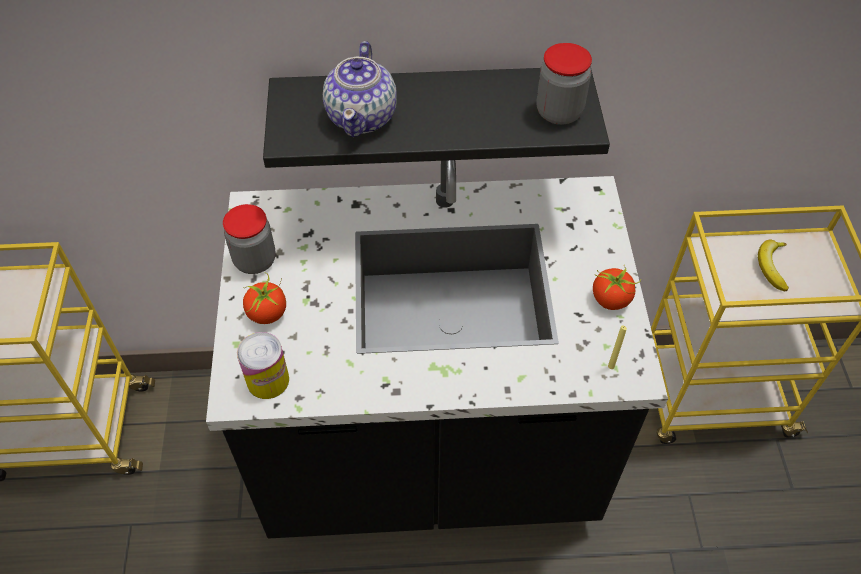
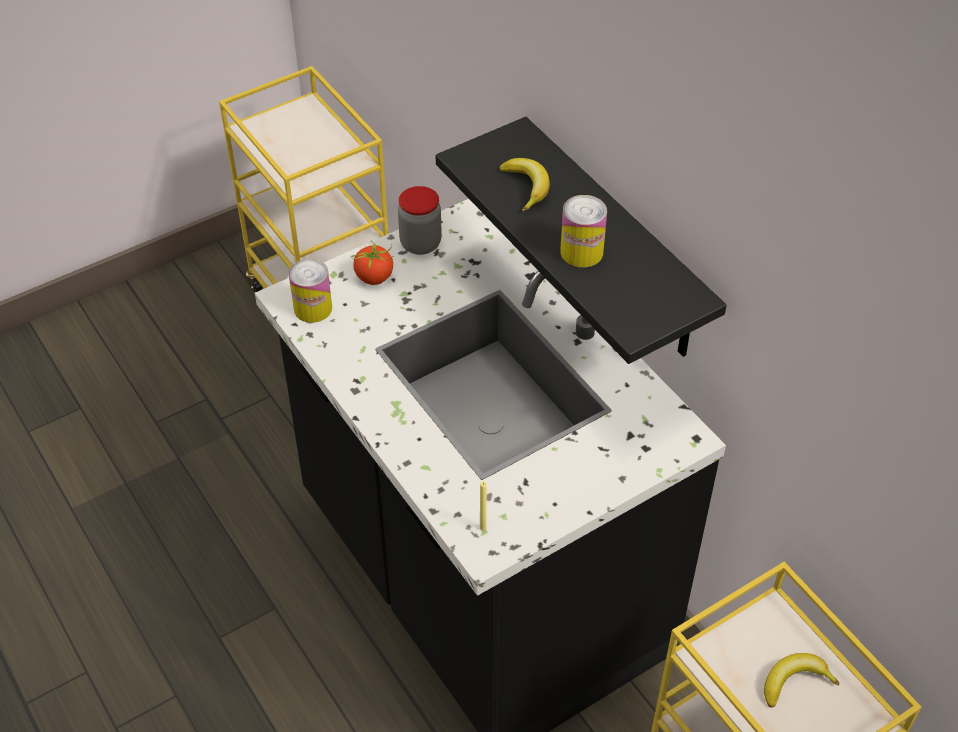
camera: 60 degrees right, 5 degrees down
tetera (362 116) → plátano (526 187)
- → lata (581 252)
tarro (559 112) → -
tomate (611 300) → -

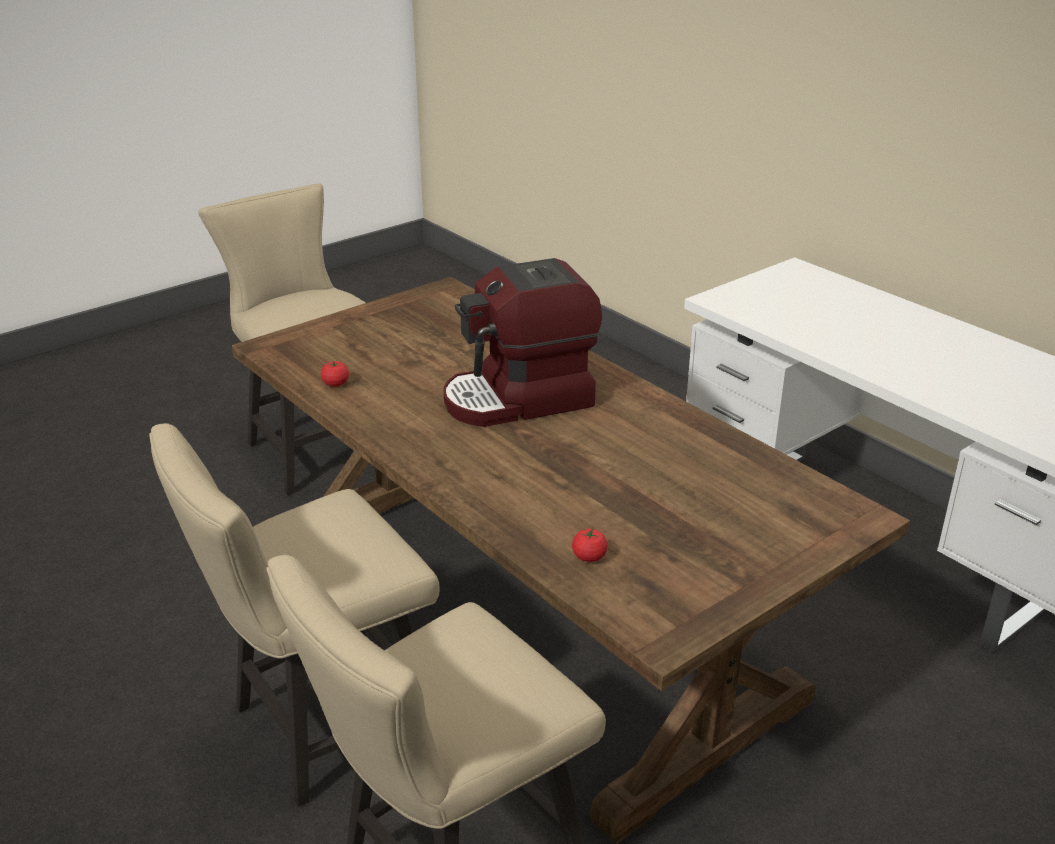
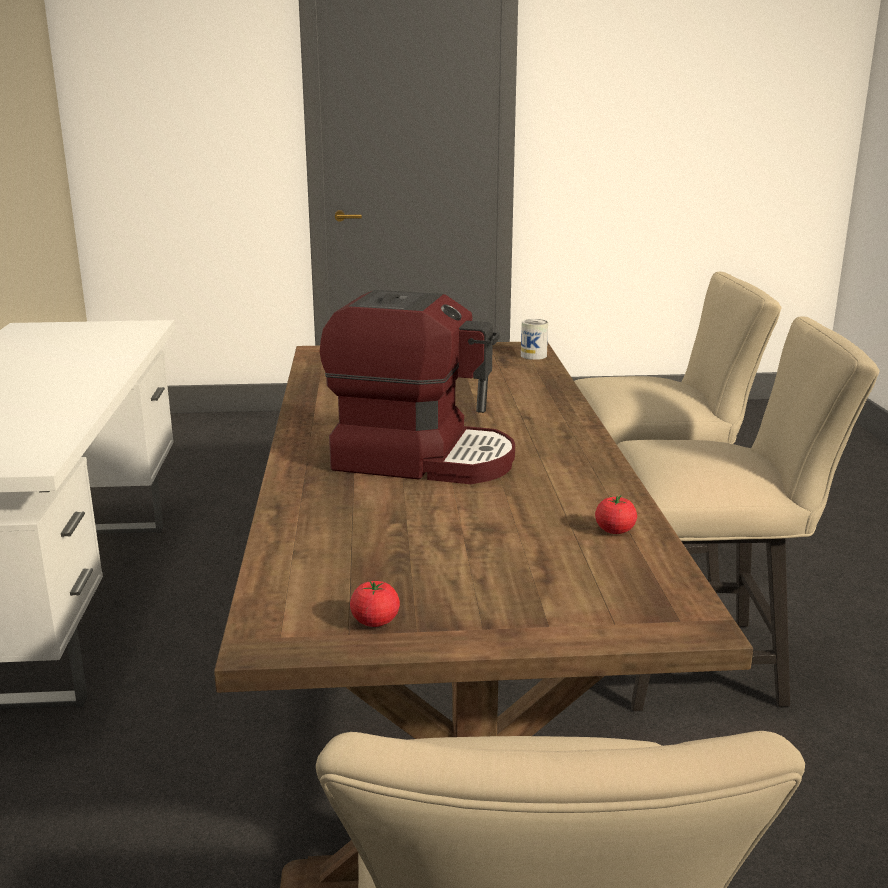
camera: 145 degrees left, 10 degrees down
tomate (589 557) → tomate (375 621), relocated
- → lata (533 356)

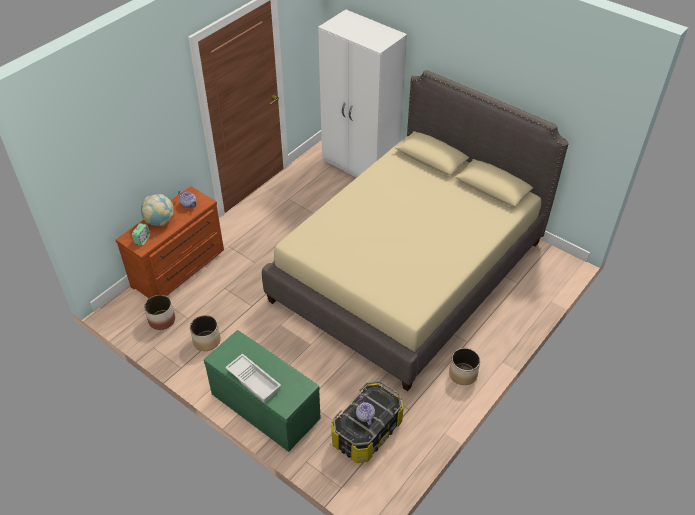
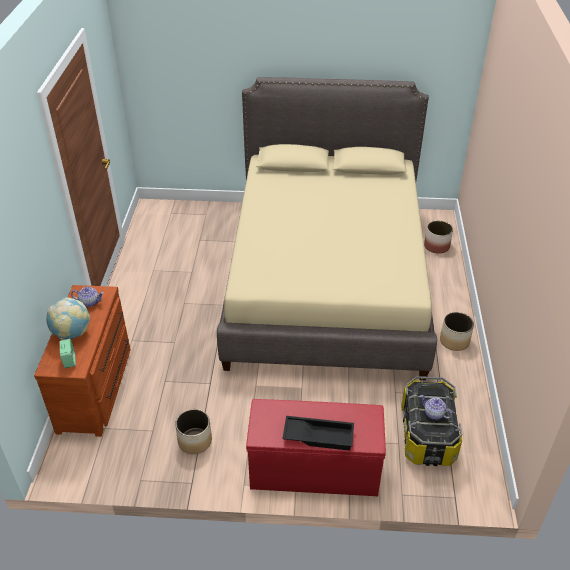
camera: 35 degrees left, 5 degrees down
banco/verde (264 406) → banco/rojo (313 469)
bandeja/blanco (254 380) → bandeja/negro (319 435)
maceta (161 320) → maceta (436 246), relocated
armario ropero/blanco (360 166) → -

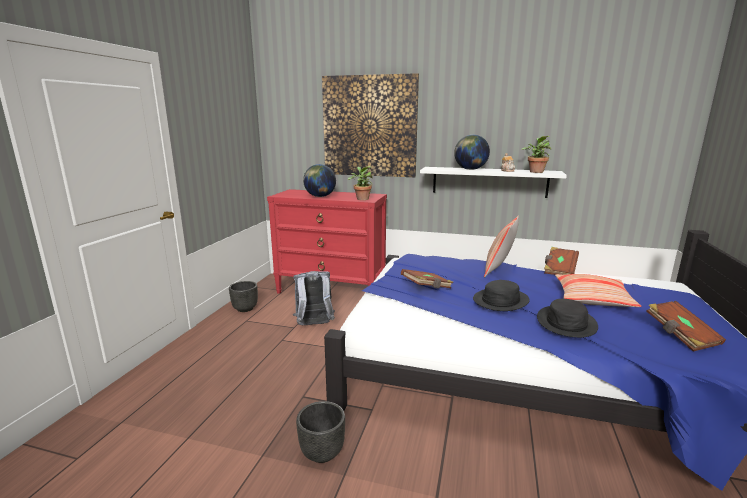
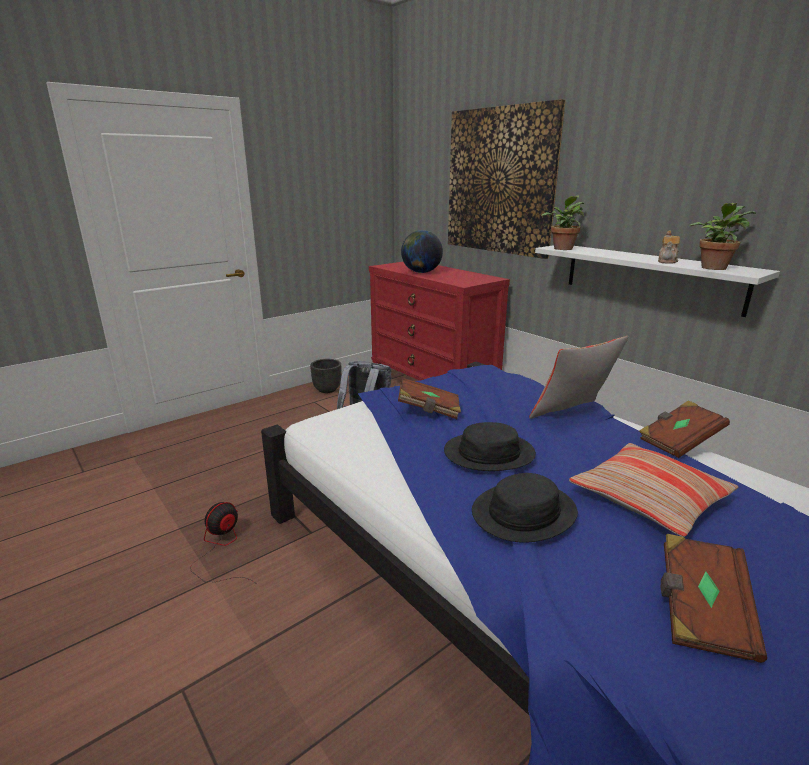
camera: 35 degrees right, 5 degrees up
maceta/negro (322 452) → ventilador (221 549)
planta en maceta (361 198) → planta en maceta (562 248), relocated
globo terráqueo (470 169) → -

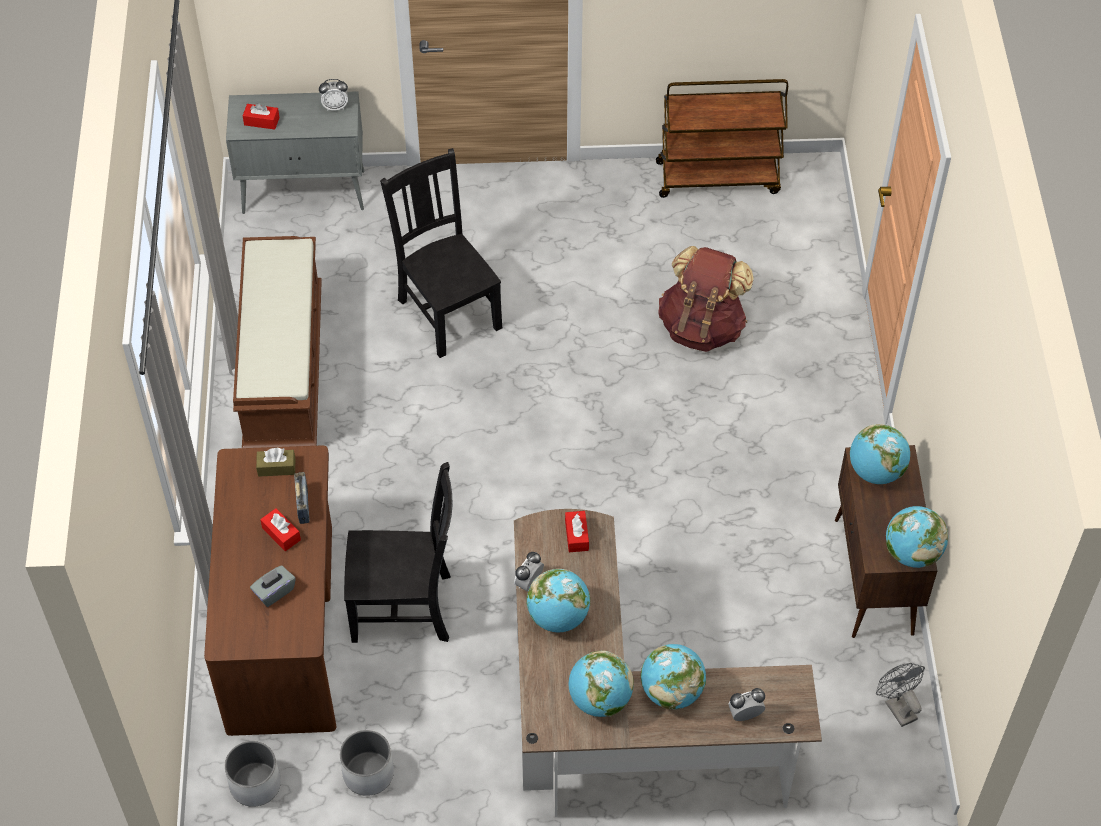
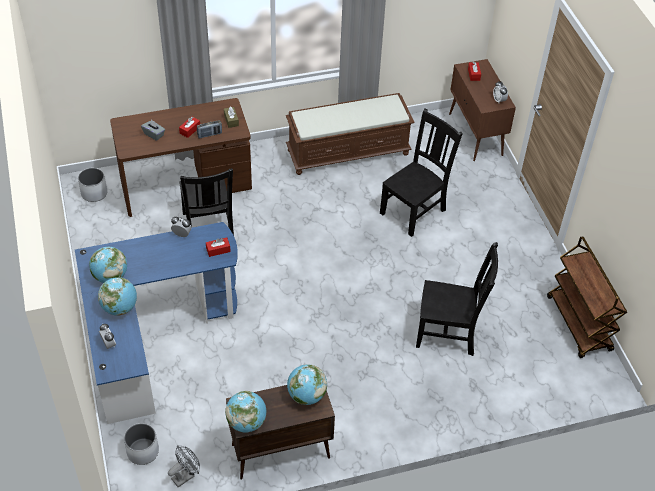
camera: 75 degrees right, 5 degrees down
escritorio/marrón (617 724) → escritorio/azul (151 334)
maceta/blanco (368 773) → maceta/blanco (143 451), relocated
mochila/marrón (702 327) → silla/negro (449 333)
armario/gris (305 192) → armario/marrón (475 135)
globo terráqueo (558 617) → -

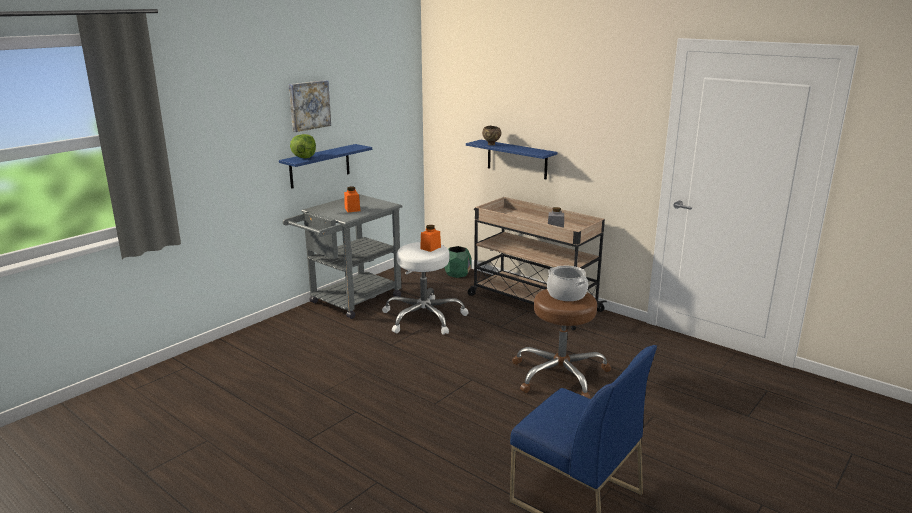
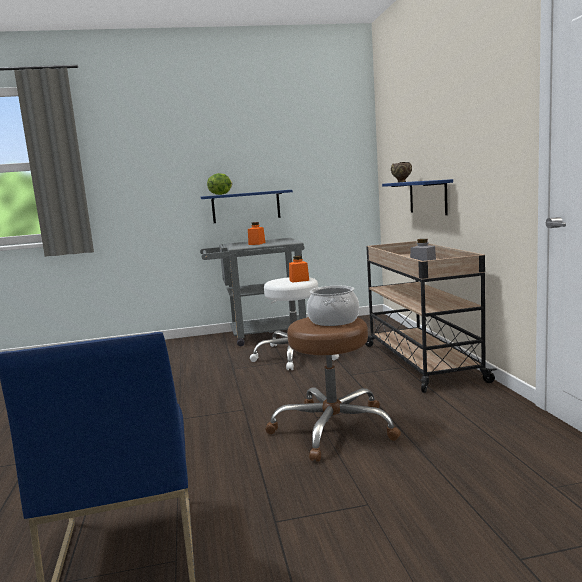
camera: 40 degrees right, 10 degrees down
cuadro (308 105) → -
maceta/verde (457 274) → -

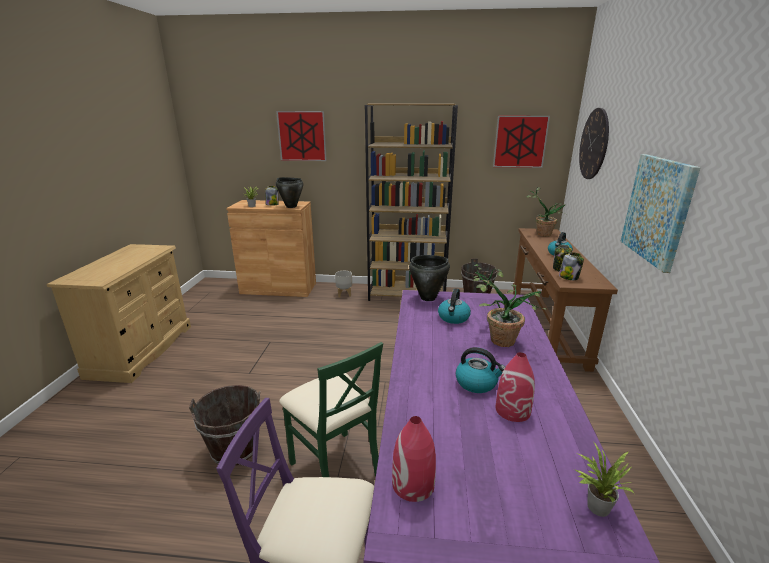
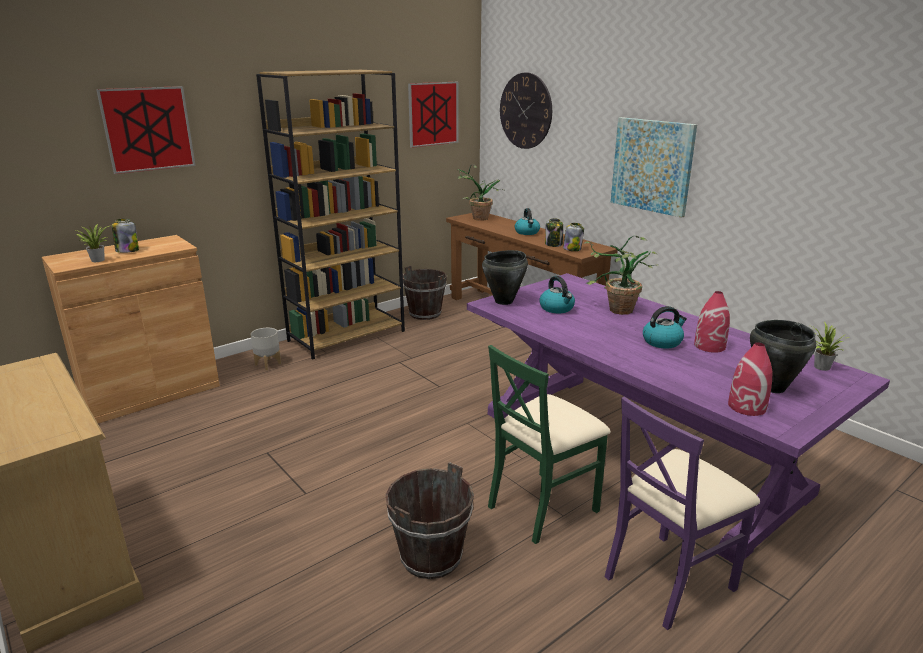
camera: 45 degrees left, 0 degrees up
silla/verde (335 467) → silla/verde (542 506), 135 degrees clockwise
olla/negro (291 206) → olla/negro (771 387), relocated

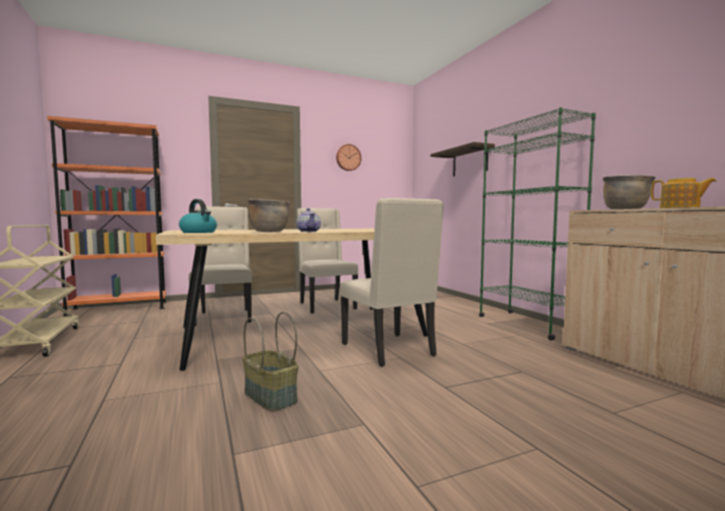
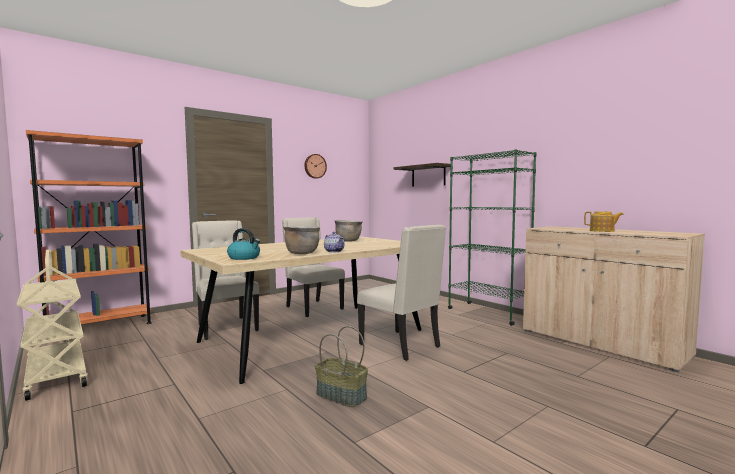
camera: 15 degrees left, 0 degrees up
olla/marrón (625 209) → olla/marrón (348 241), relocated

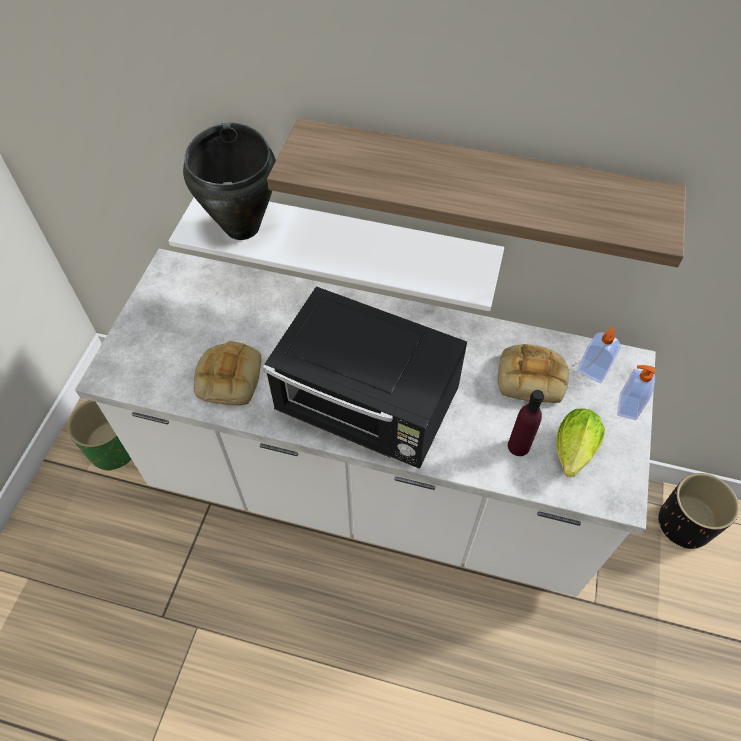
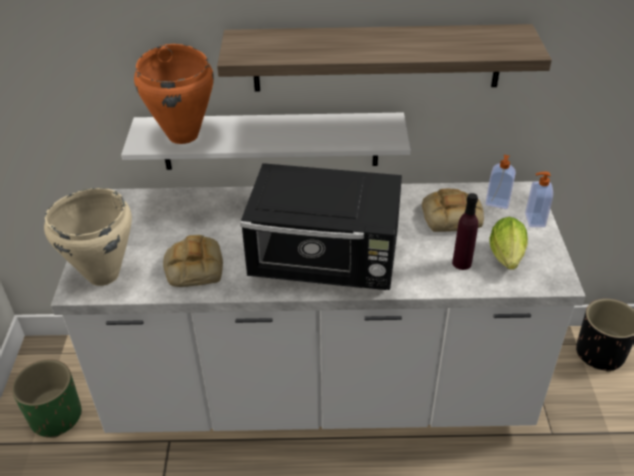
camera: 15 degrees left, 15 degrees down
- → olla/beis (102 275)
olla/negro (243 227) → olla/naranja (183 135)

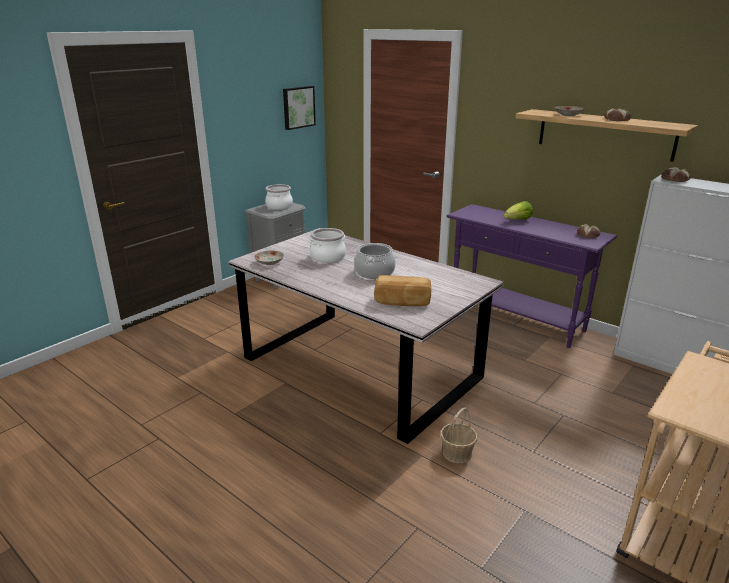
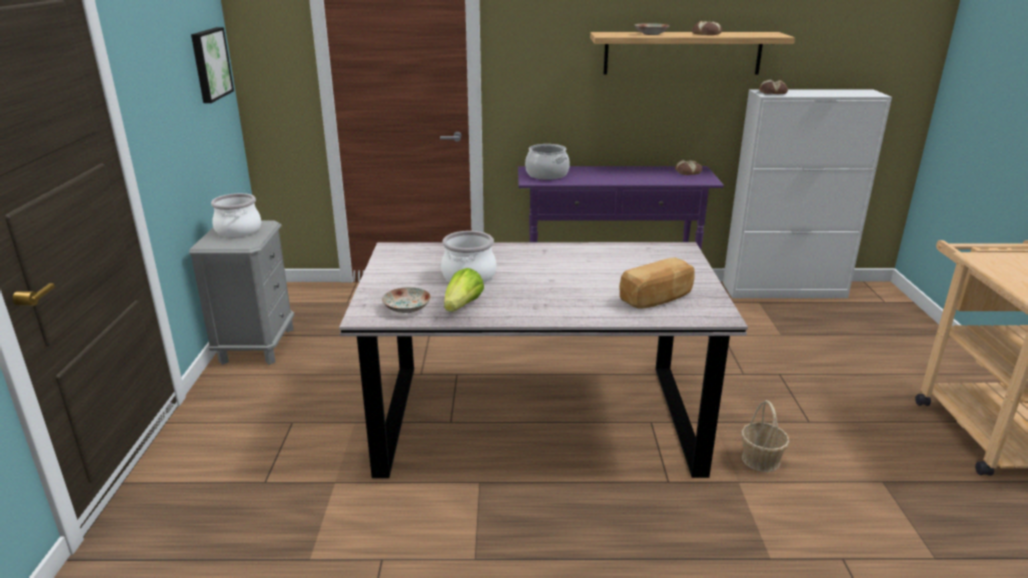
camera: 40 degrees left, 0 degrees up
lechuga (518 220) → lechuga (463 306), relocated
olla (374 272) → olla (546 175), relocated

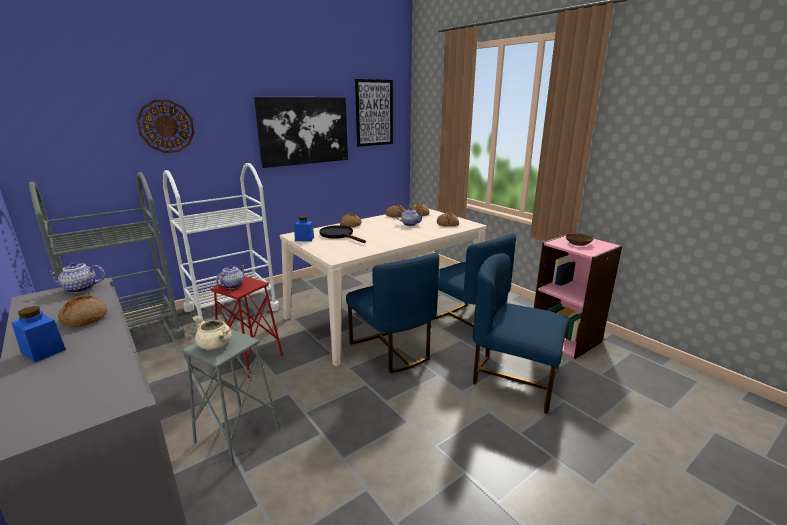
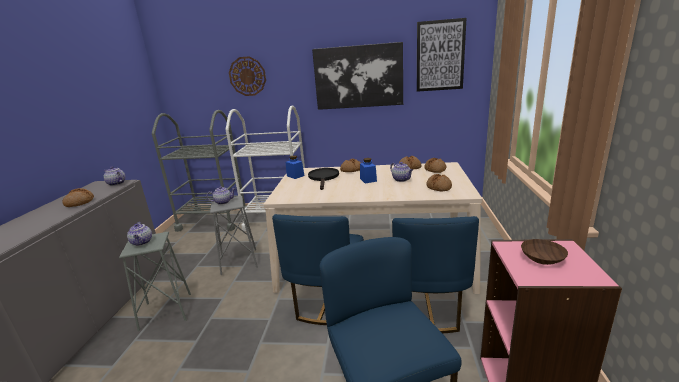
camera: 45 degrees right, 0 degrees up
olla/beis (216 345) → tetera (142 242)
taburete/rojo (251 359) → taburete/gris (239 261)
tarro/azul (43 351) → tarro/azul (368 180), relocated

